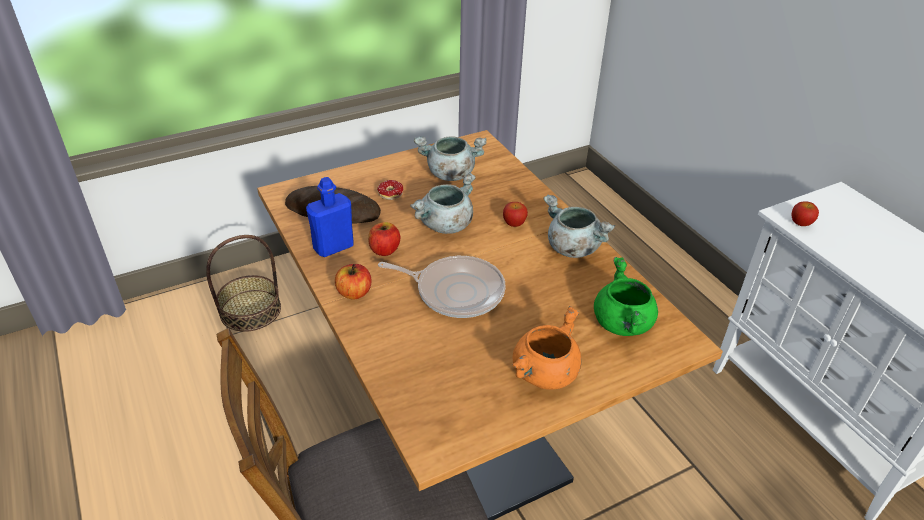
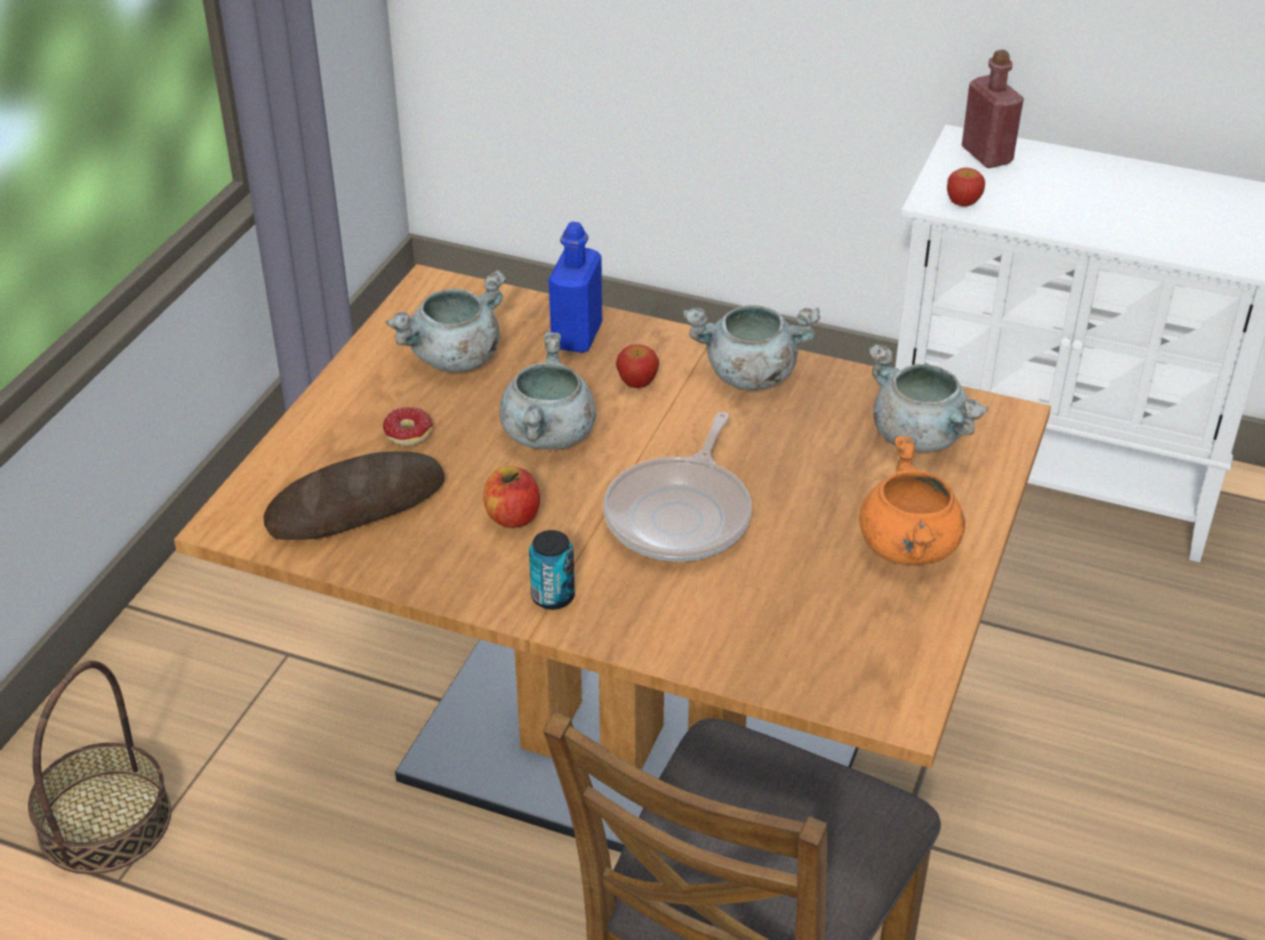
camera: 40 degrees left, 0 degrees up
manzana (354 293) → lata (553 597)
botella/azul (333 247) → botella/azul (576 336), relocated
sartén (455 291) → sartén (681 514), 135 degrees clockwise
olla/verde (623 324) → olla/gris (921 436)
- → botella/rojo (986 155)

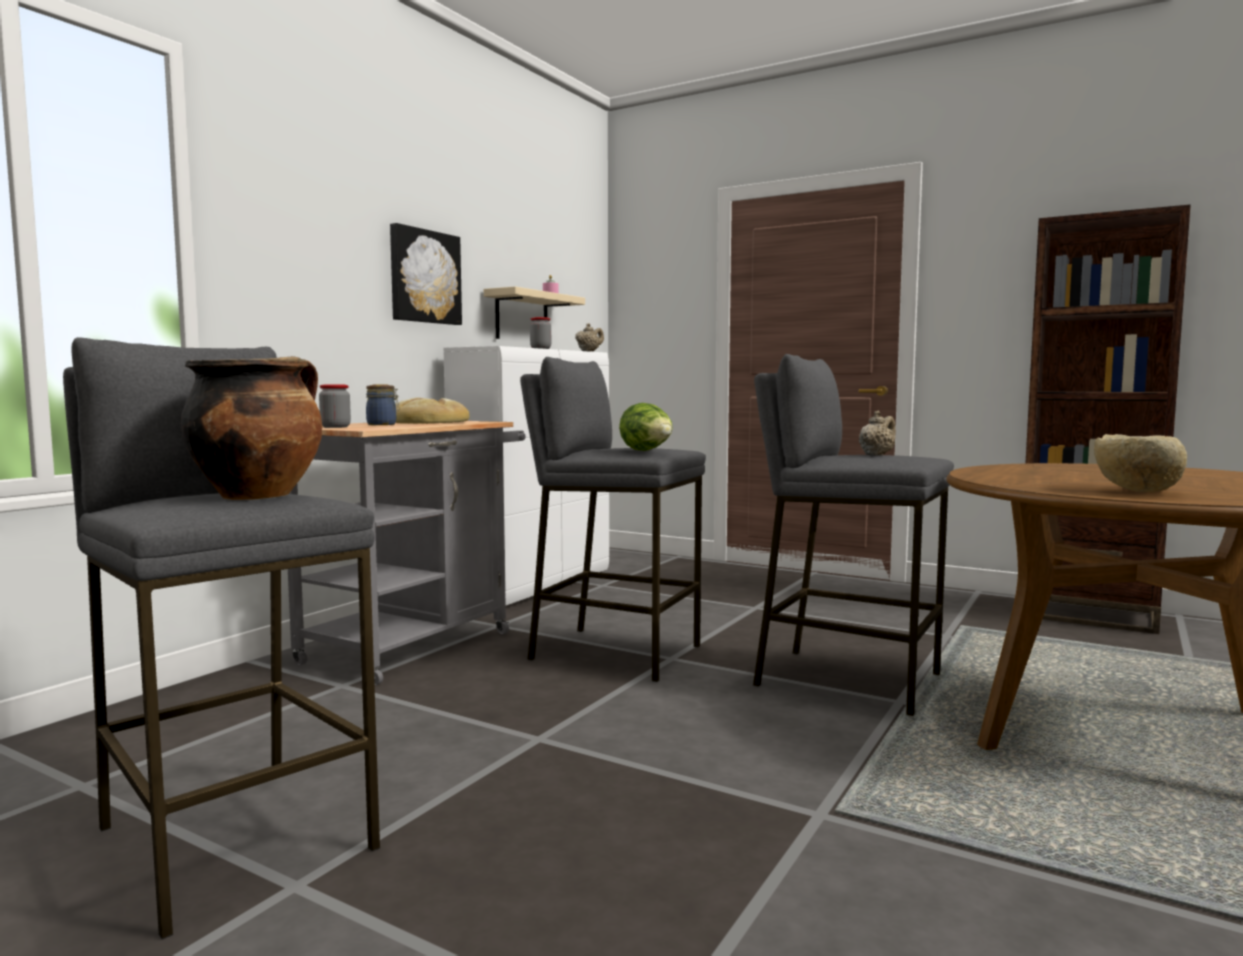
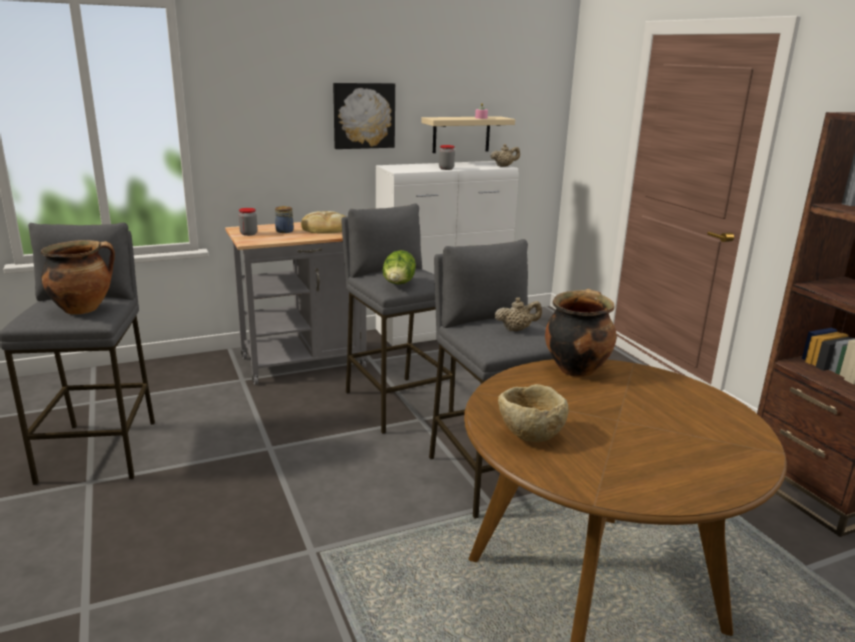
camera: 35 degrees right, 15 degrees up
- → olla (576 369)

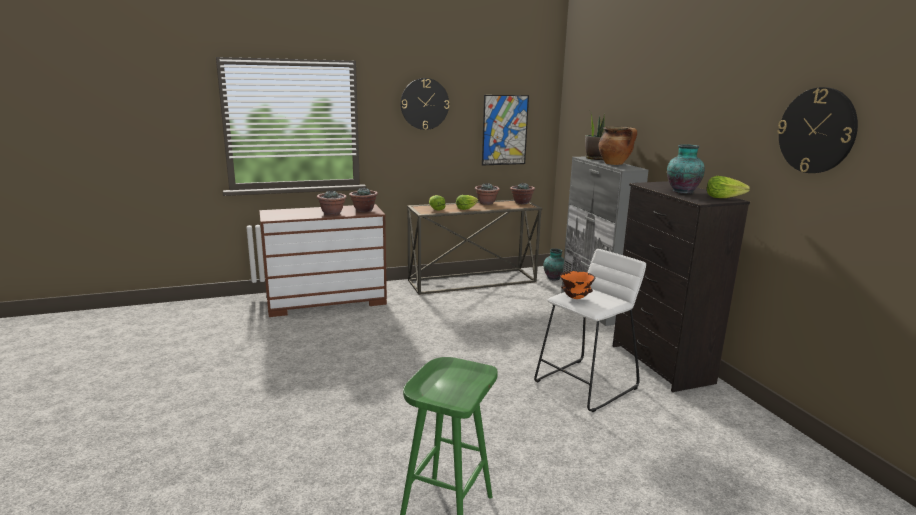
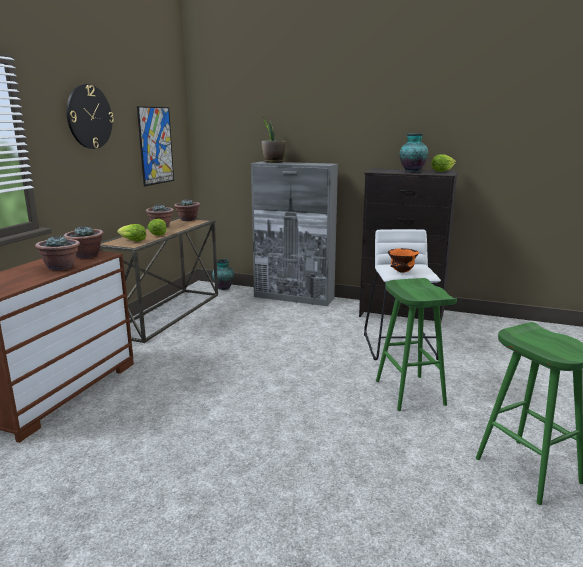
camera: 50 degrees left, 0 degrees up
- → taburete/verde (408 392)
olla (615 164) → -
reloj de pared (817 130) → -

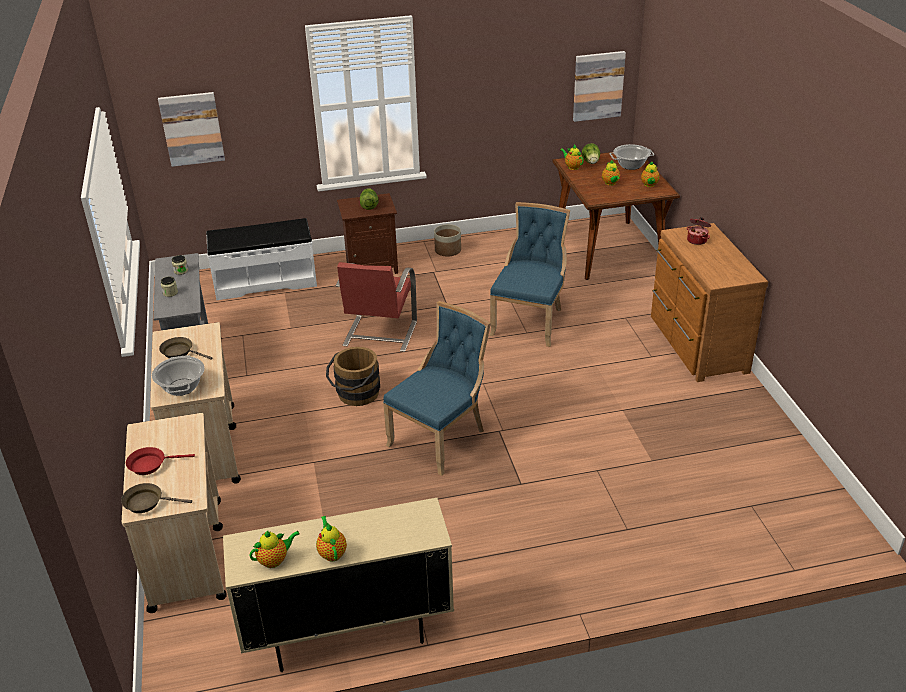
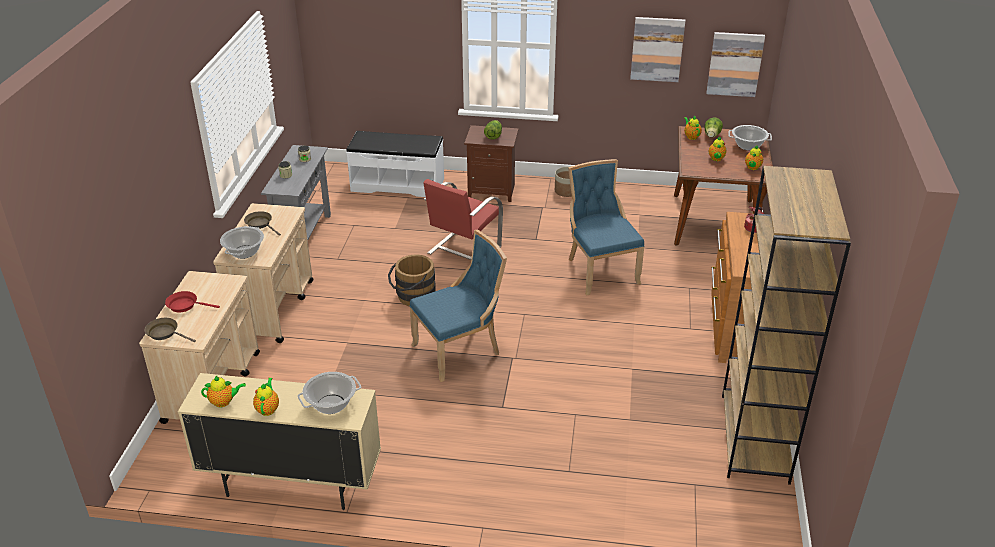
camera: 20 degrees right, 0 degrees up
- → olla (331 404)
silla/azul (530 321) → silla/azul (599 270), 60 degrees counterclockwise
cuadro (192 129) → cuadro (657 49), relocated
- → estantería/marrón (755 438)

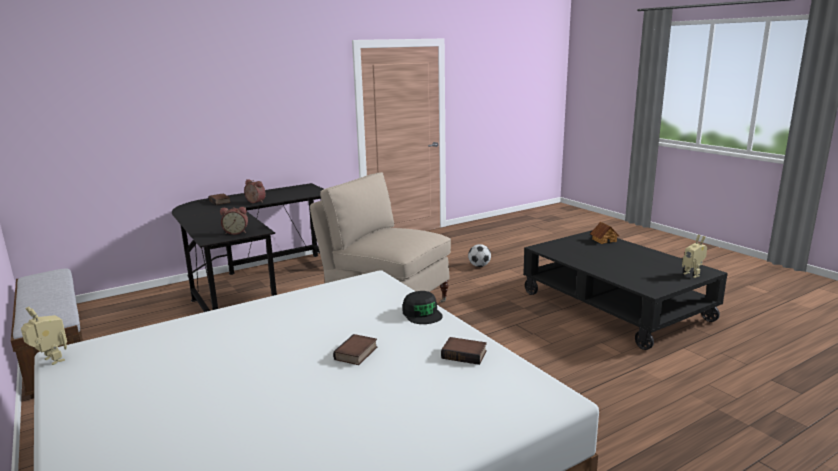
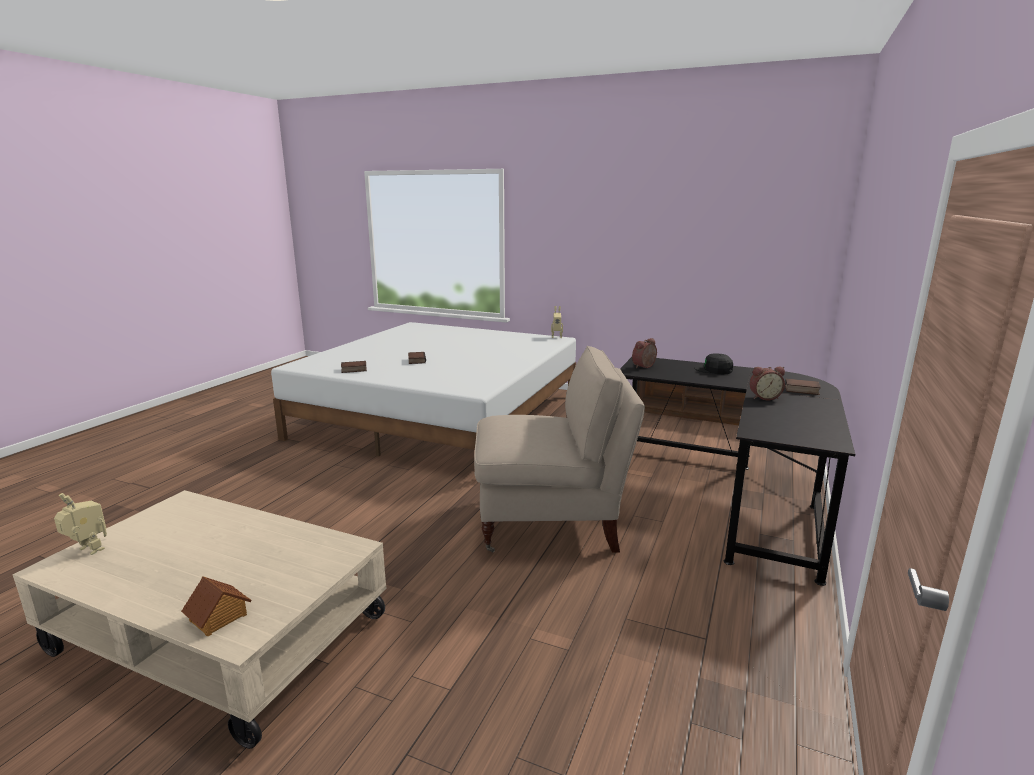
camera: 145 degrees right, 0 degrees up
mesa de centro/negro (615 306) → mesa de centro/beis (218 635)
gorra/negro (422 314) → gorra/negro (713 370), relocated
balón de fútbol (479 266) → -

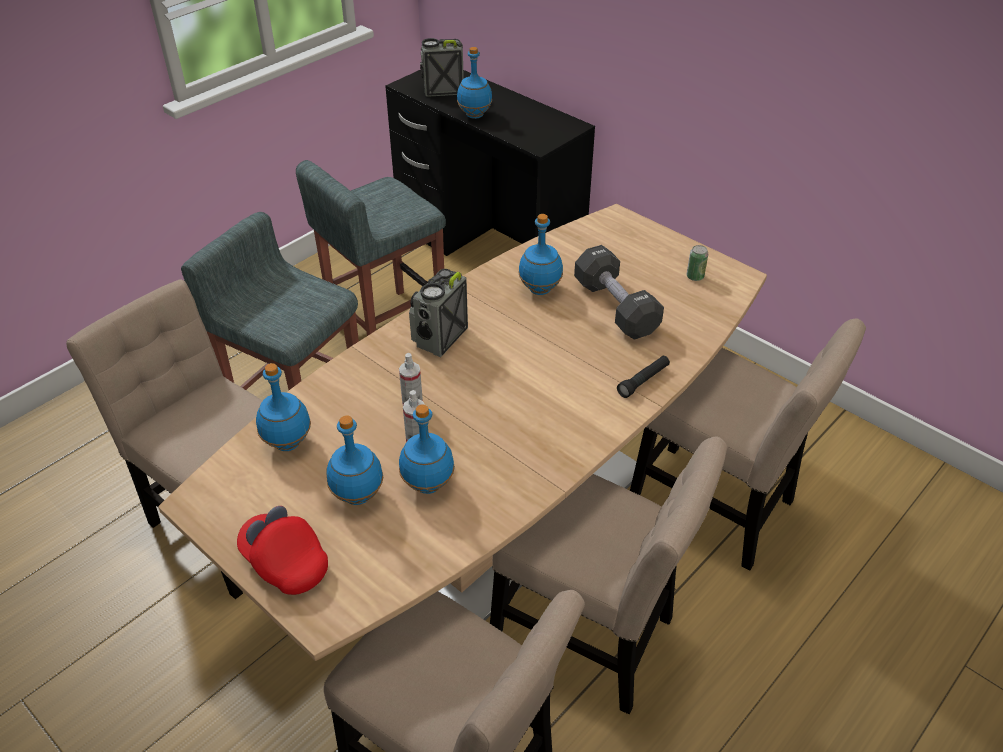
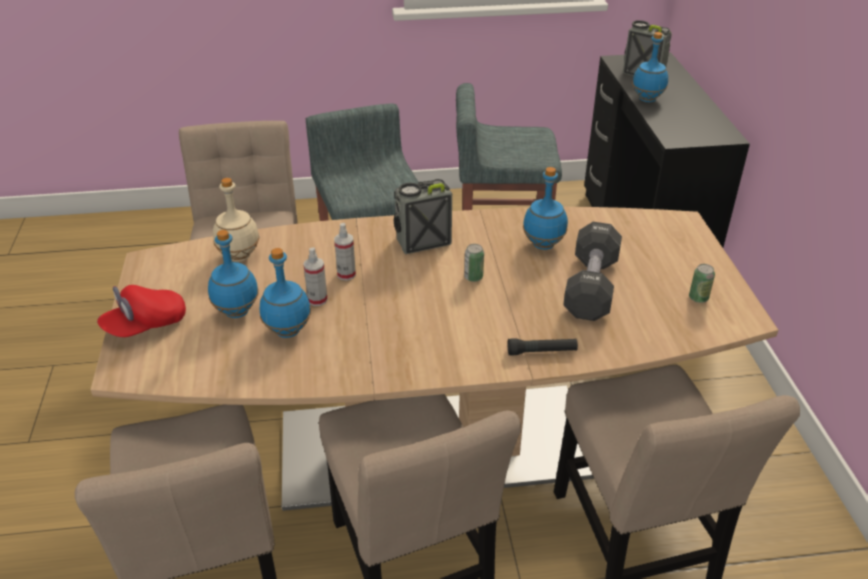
camera: 40 degrees right, 5 degrees down
gorra/rojo (285 562) → gorra/rojo (145 325), 120 degrees counterclockwise
botella/azul (288 443) → botella/beis (240 256)
- → lata (473 277)

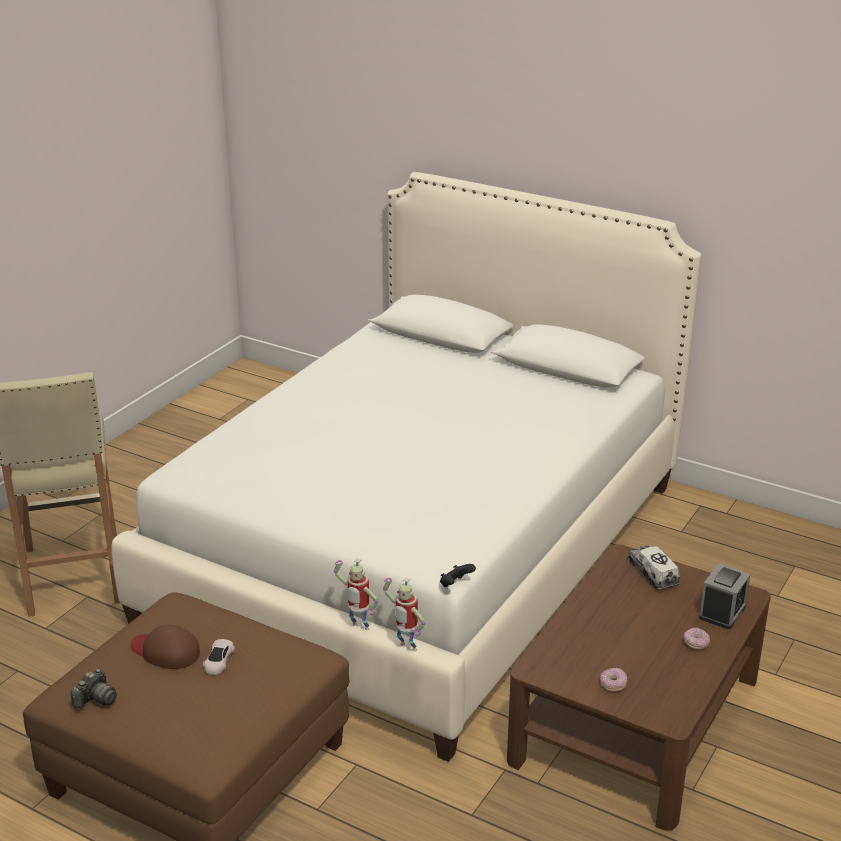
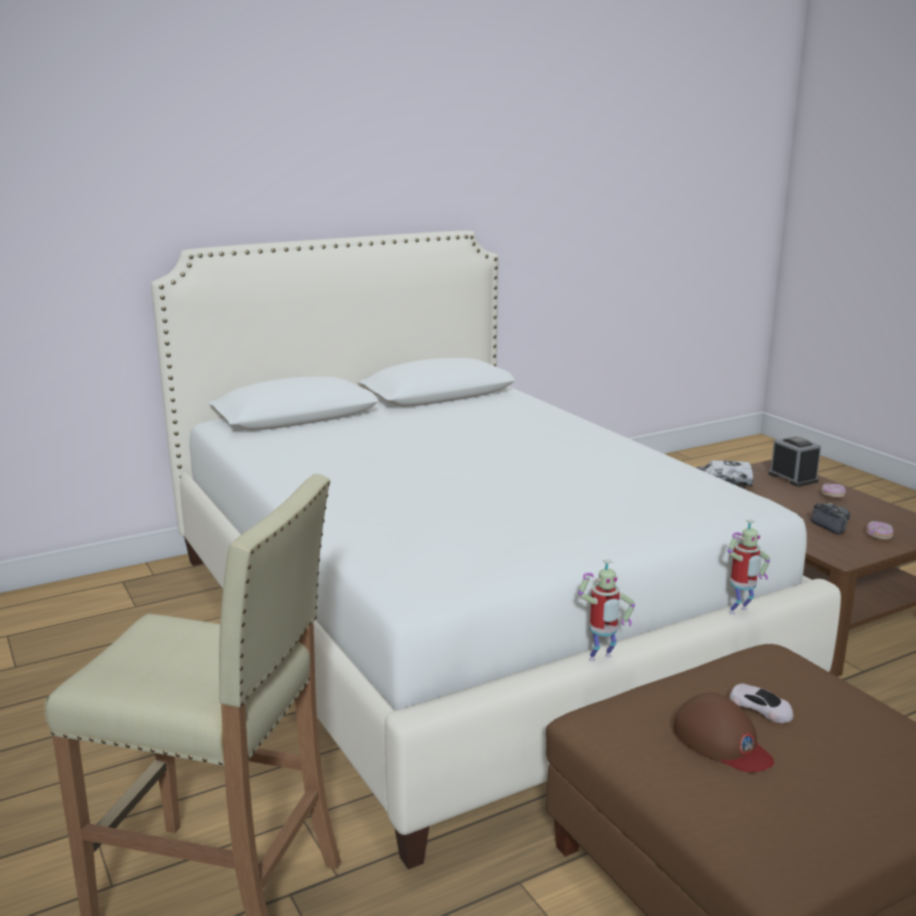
camera: 60 degrees left, 10 degrees down
robot de juguete (406 648) → robot de juguete (601 660), relocated
gorra/marrón (165 651) → gorra/marrón (722 742), 90 degrees counterclockwise
cámara (96 699) → cámara (832 526), relocated
mando de consola/negro (455 584) → -

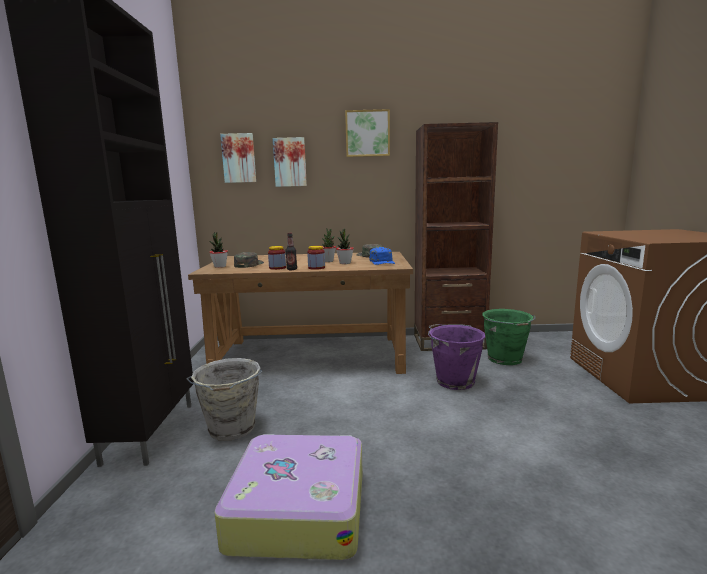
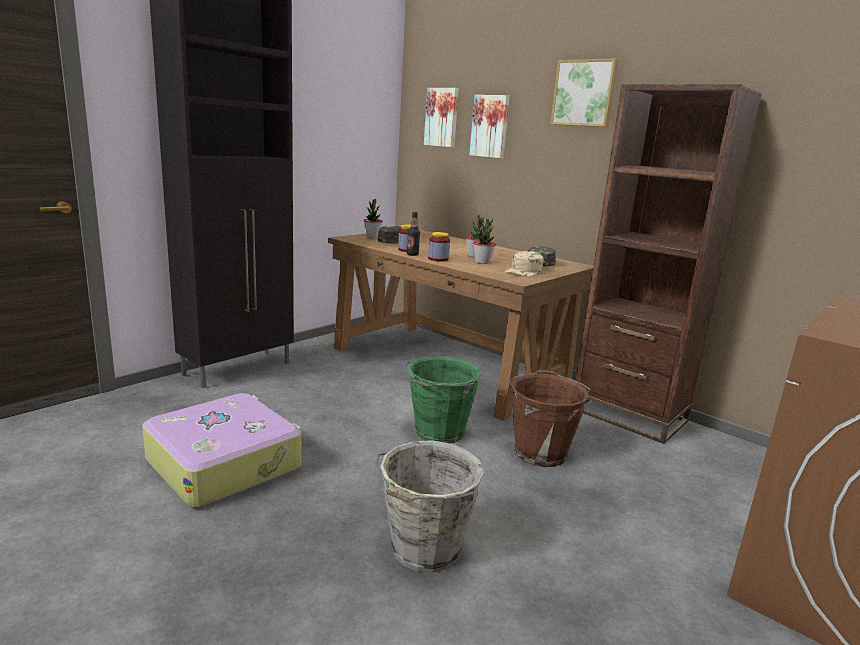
camera: 40 degrees right, 5 degrees up
cubo/gris (231 429) → cubo/gris (423 550), relocated
cubo/verde (505 359) → cubo/verde (438 433), relocated
gorra/azul (382 262) → gorra/beis (524 271)
cubo/morado (454 381) → cubo/marrón (540 452)

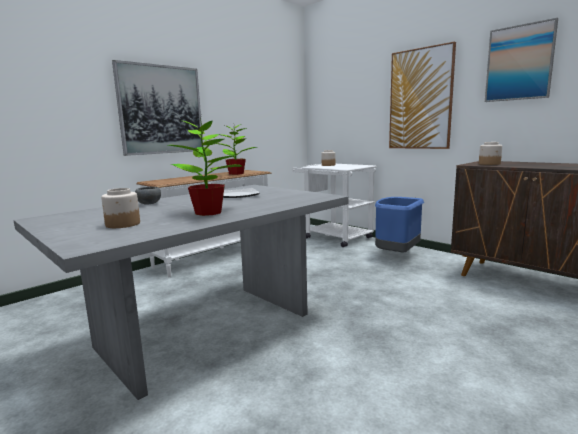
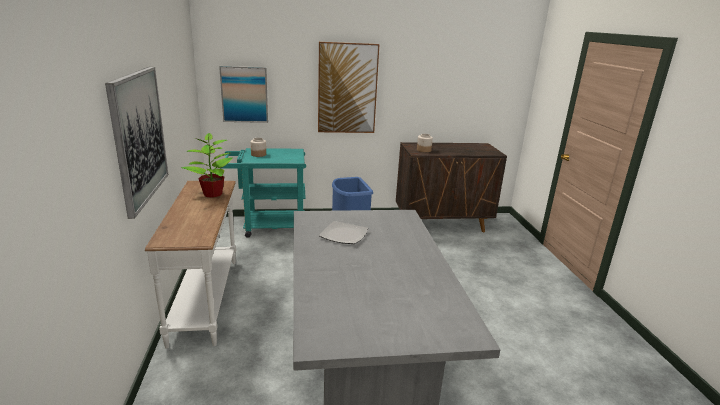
camera: 55 degrees left, 10 degrees up
cuadro (519 63) → cuadro (244 94), relocated
carrito/blanco (333 236) → carrito/turquesa (268 226)
tarro (122 224) → -
cuenco/gris (149 204) → -
planta en maceta (209 212) → -

